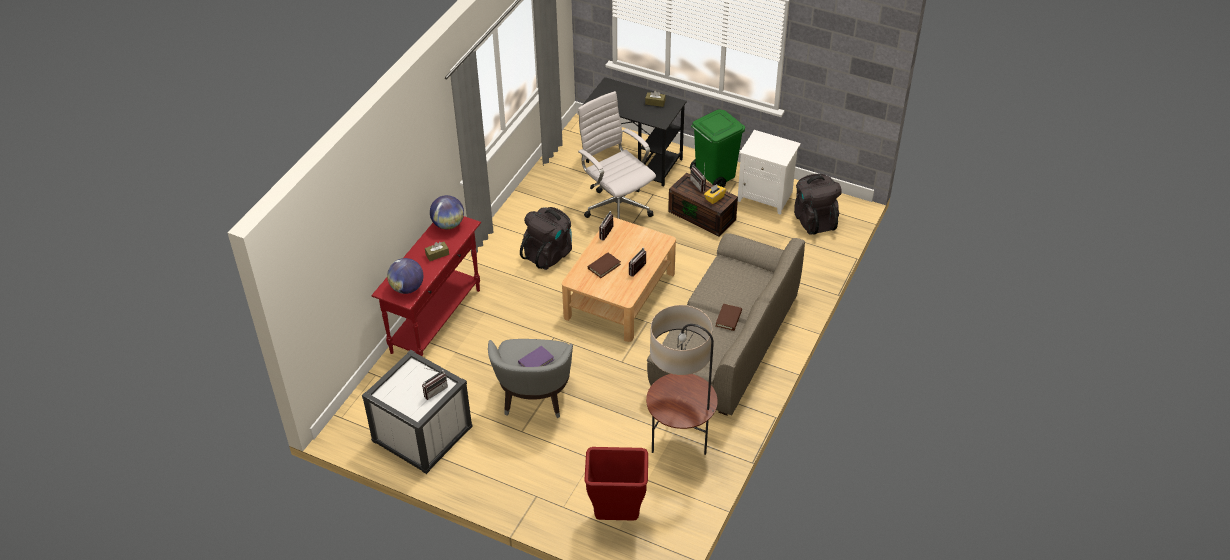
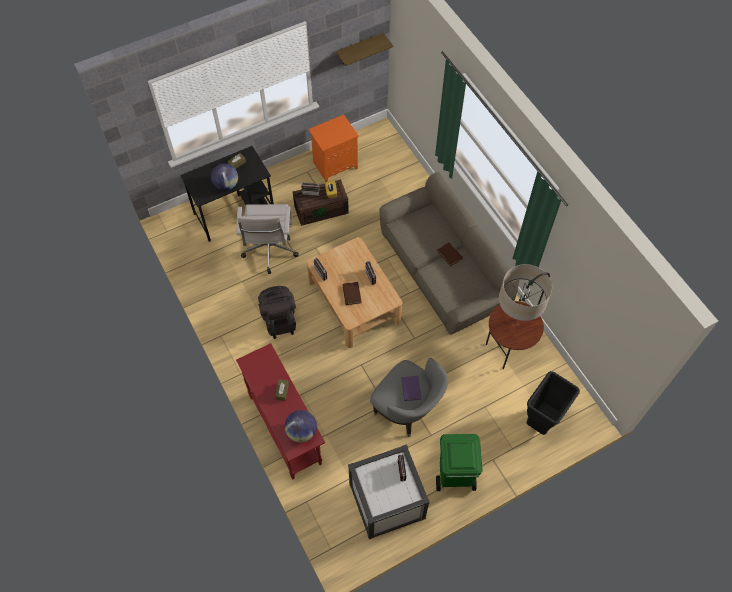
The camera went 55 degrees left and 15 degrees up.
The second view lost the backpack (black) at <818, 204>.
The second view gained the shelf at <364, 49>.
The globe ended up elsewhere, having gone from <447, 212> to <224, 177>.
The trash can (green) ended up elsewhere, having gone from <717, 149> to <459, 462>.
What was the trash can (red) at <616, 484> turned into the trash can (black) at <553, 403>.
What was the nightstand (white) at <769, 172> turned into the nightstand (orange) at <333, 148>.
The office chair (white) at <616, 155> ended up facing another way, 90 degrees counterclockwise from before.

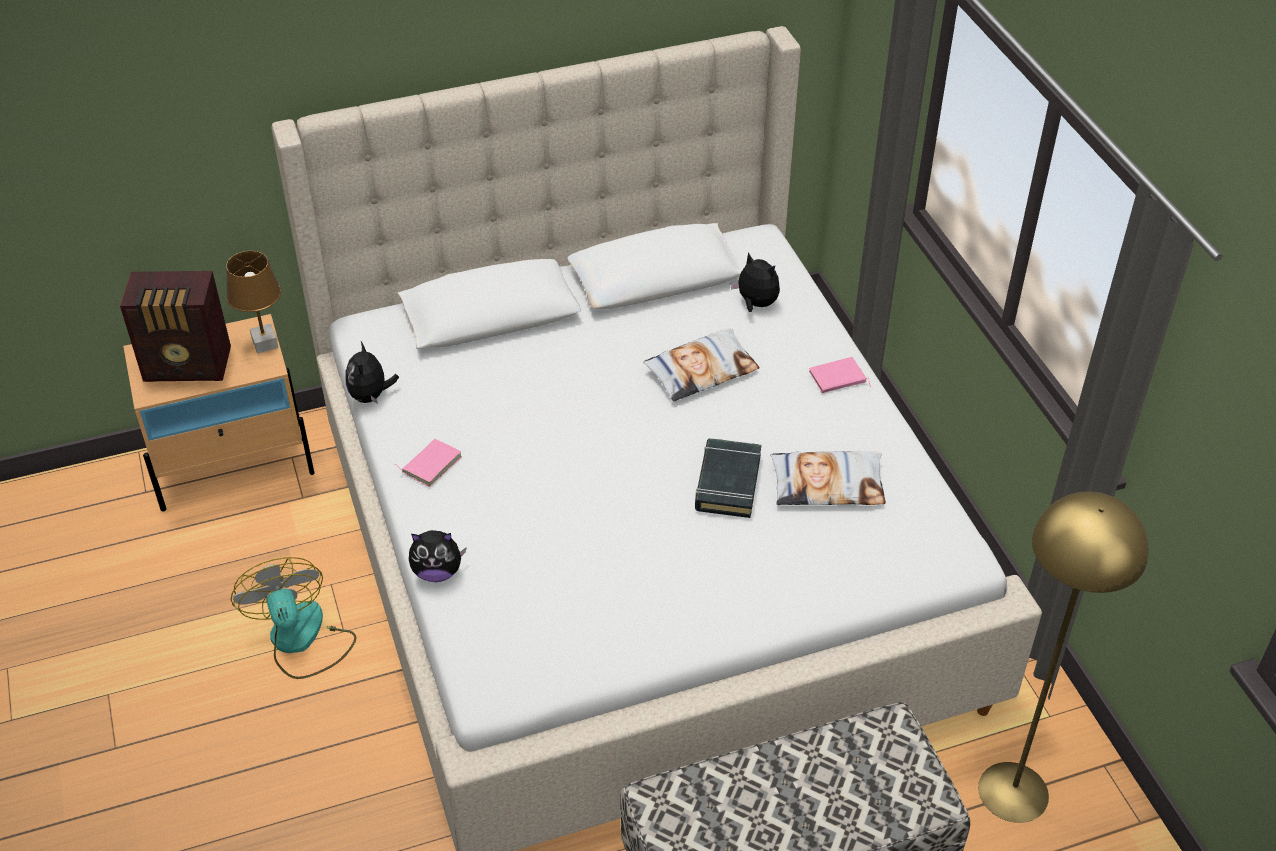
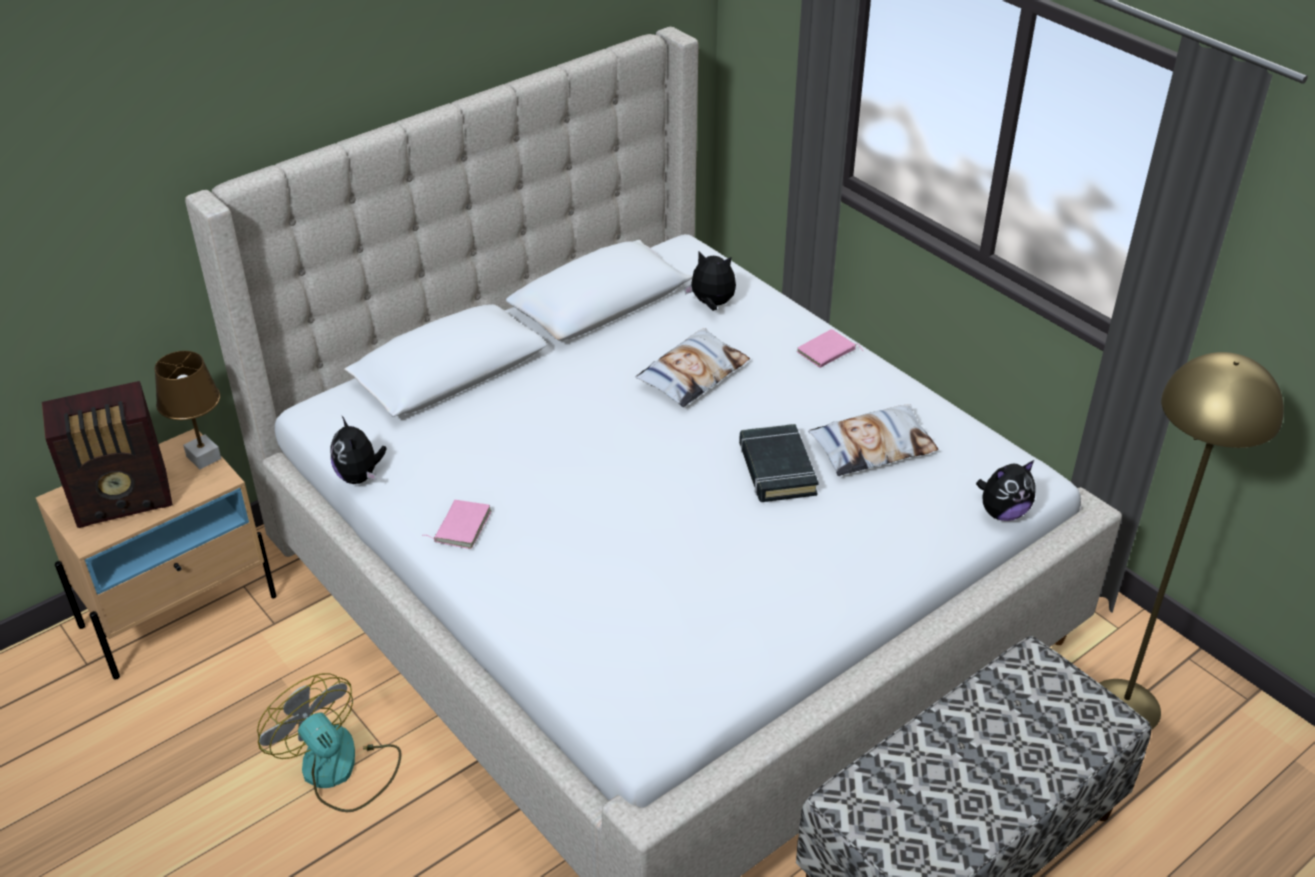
The camera went 20 degrees left and 5 degrees down.
The plush toy ended up elsewhere, having gone from <437, 556> to <1006, 490>.

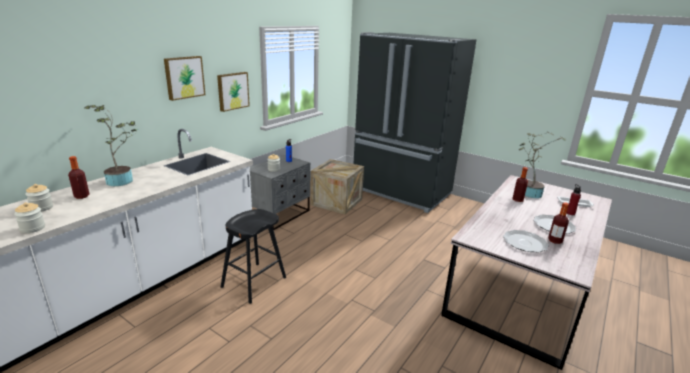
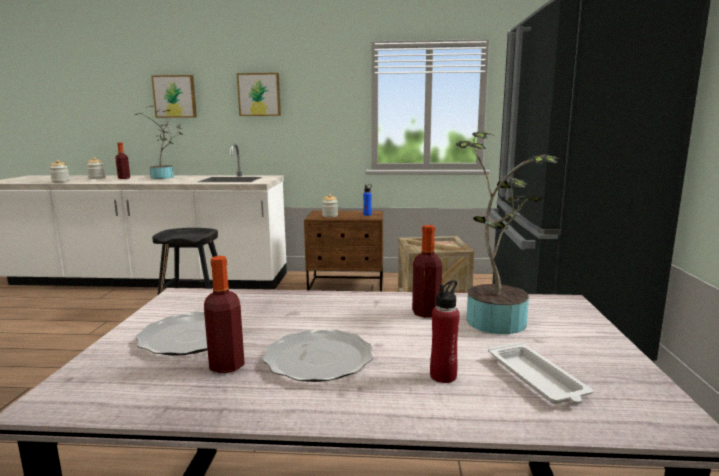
The camera went 60 degrees right and 10 degrees down.
The picture ended up elsewhere, having gone from <233, 92> to <174, 96>.
What was the nightstand (grey) at <280, 192> turned into the nightstand (brown) at <343, 251>.

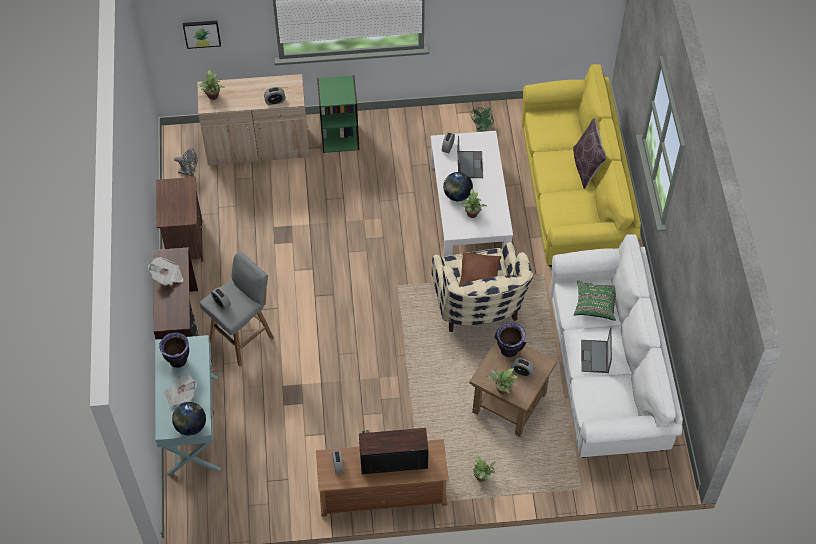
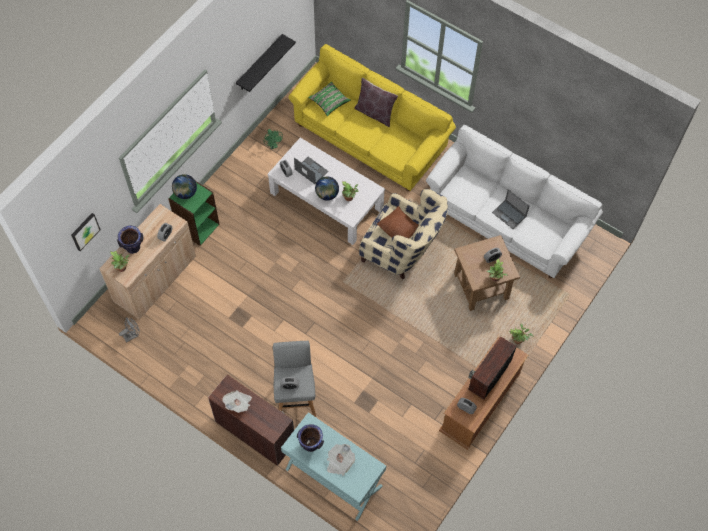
The camera went 50 degrees left and 5 degrees up.
The second view lost the nightstand (brown) at <179, 219>.
The second view gained the shelf (black) at <266, 63>.
The globe ended up elsewhere, having gone from <189, 419> to <184, 186>.
The vase ended up elsewhere, having gone from <510, 339> to <130, 240>.
The pillow (green) ended up elsewhere, having gone from <595, 301> to <330, 99>.

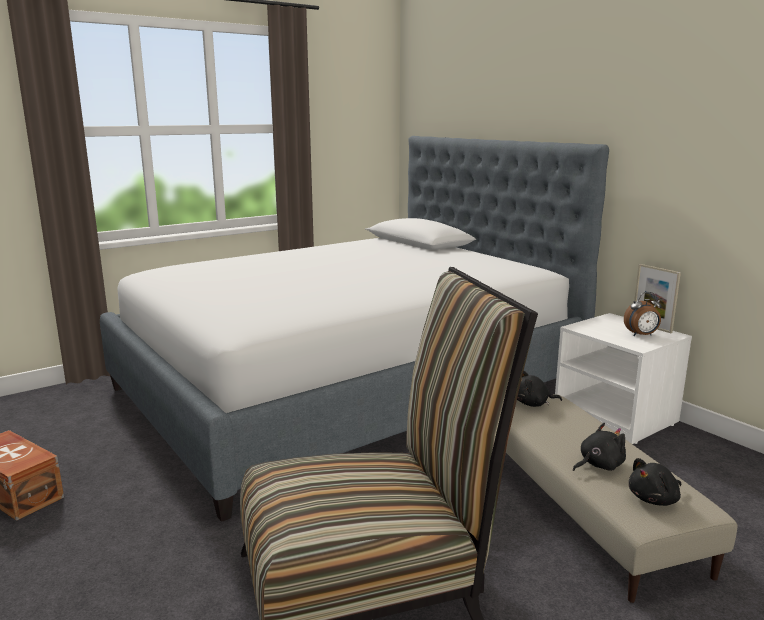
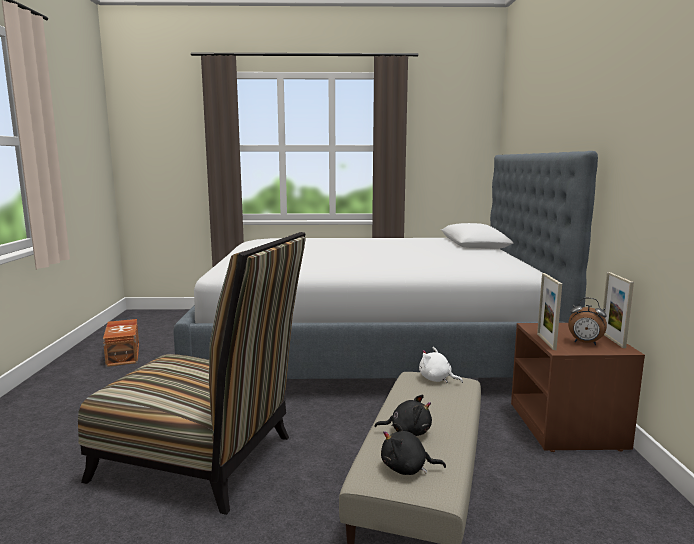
The camera went 35 degrees right and 5 degrees down.
The second view gained the picture frame at <549, 311>.
What was the plush toy (black) at <539, 389> turned into the plush toy (white) at <441, 365>.
What was the nightstand (white) at <623, 378> turned into the nightstand (brown) at <578, 387>.

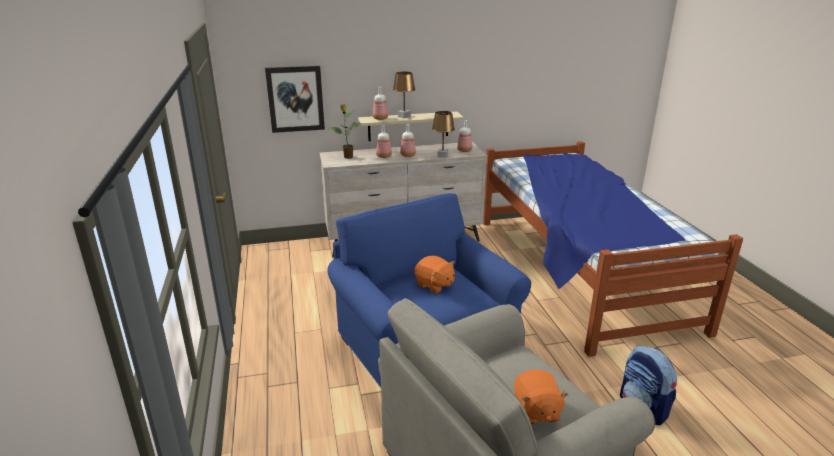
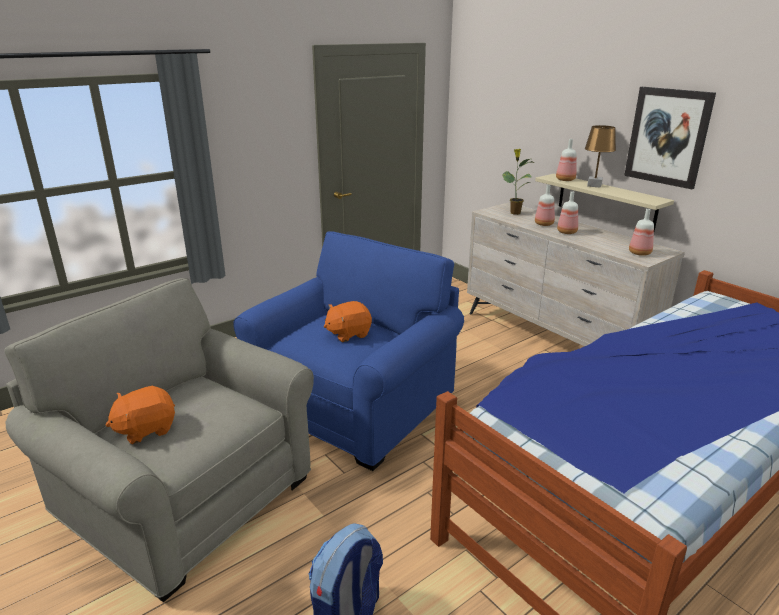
The camera went 65 degrees right and 0 degrees up.
The second view lost the table lamp (brown) at <443, 134>.
The picture ended up elsewhere, having gone from <295, 99> to <670, 138>.
The plush toy (orange) at <434, 275> ended up facing another way, 45 degrees clockwise from before.

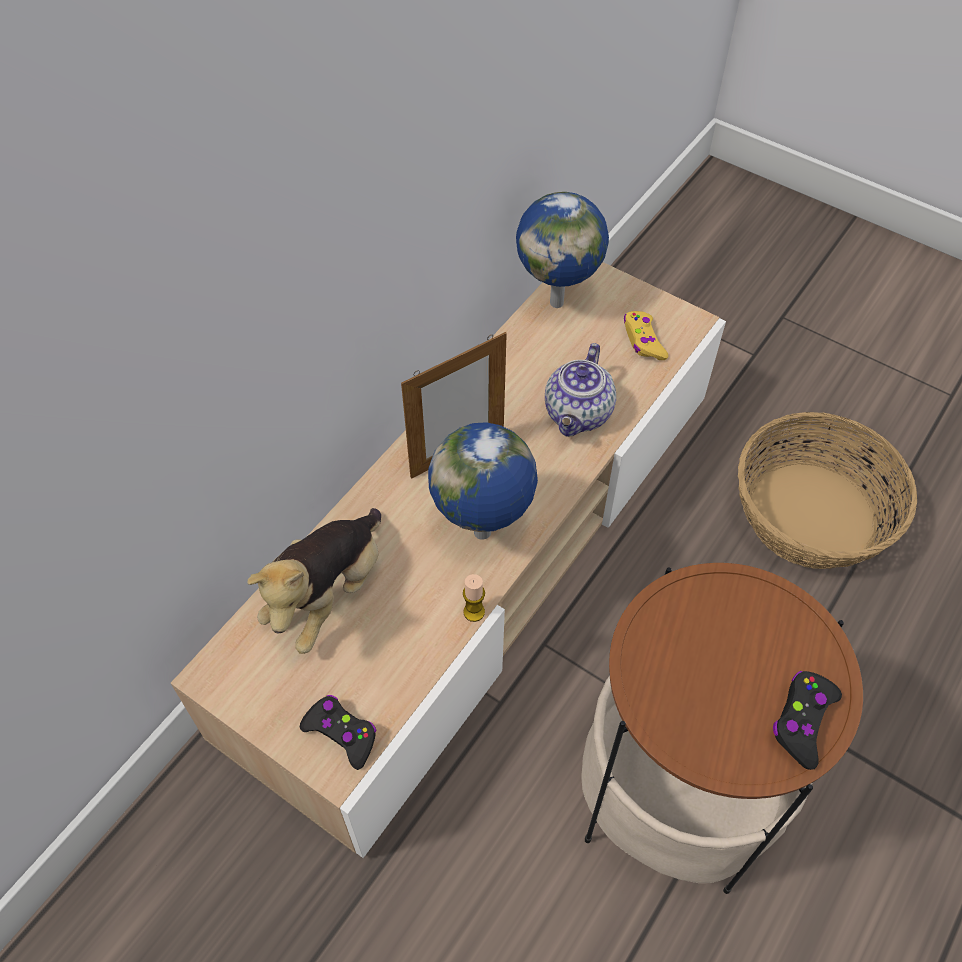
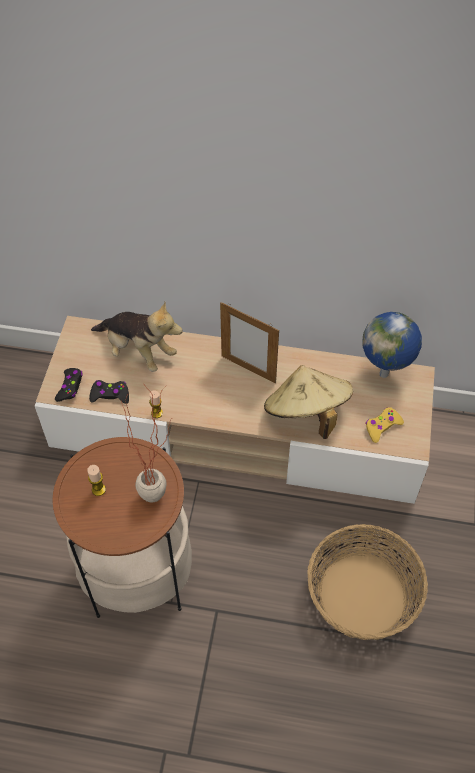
The camera went 65 degrees right and 0 degrees up.
The second view lost the globe at <483, 481>.
The second view gained the candle at <96, 480>.
The second view gained the potted plant at <146, 444>.
The game controller (black) ended up elsewhere, having gone from <807, 720> to <109, 392>.
Where the teapot stood at <580, 390>, the hat (beige) came to stand at <308, 402>.
The plush toy at <314, 581> ended up facing another way, 150 degrees counterclockwise from before.

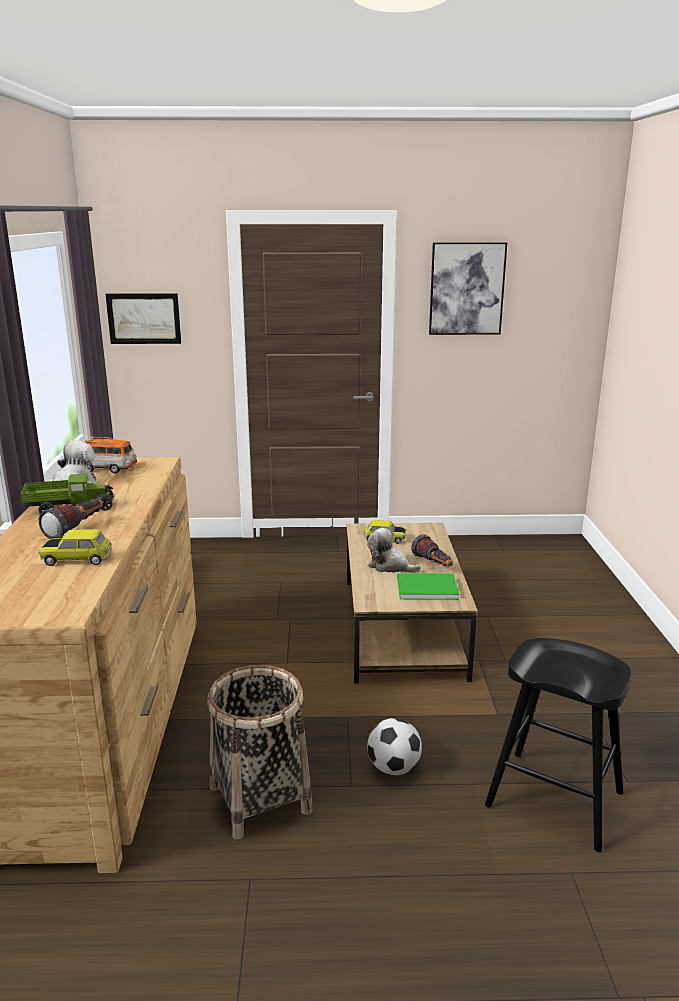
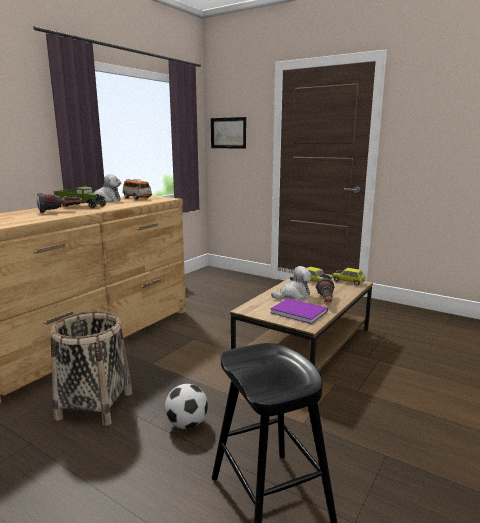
The camera went 35 degrees right and 5 degrees down.
The second view lost the picture at <468, 288>.
The toy car ended up elsewhere, having gone from <75, 547> to <348, 277>.
What was the book (green) at <428, 586> turned into the book (purple) at <299, 311>.
The plush toy at <394, 550> ended up facing another way, 90 degrees clockwise from before.

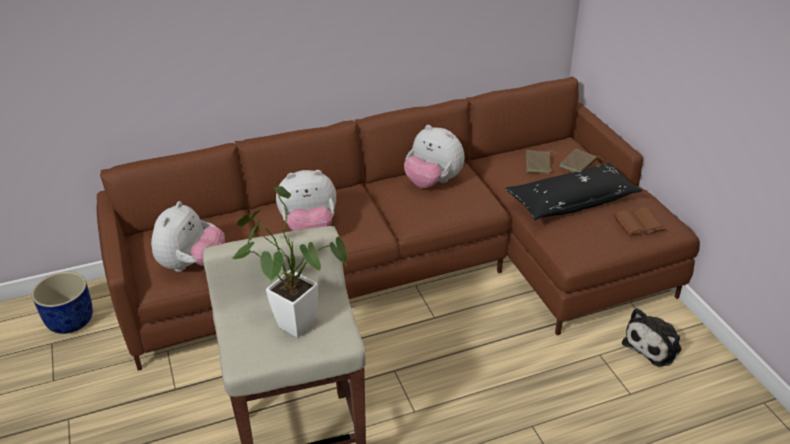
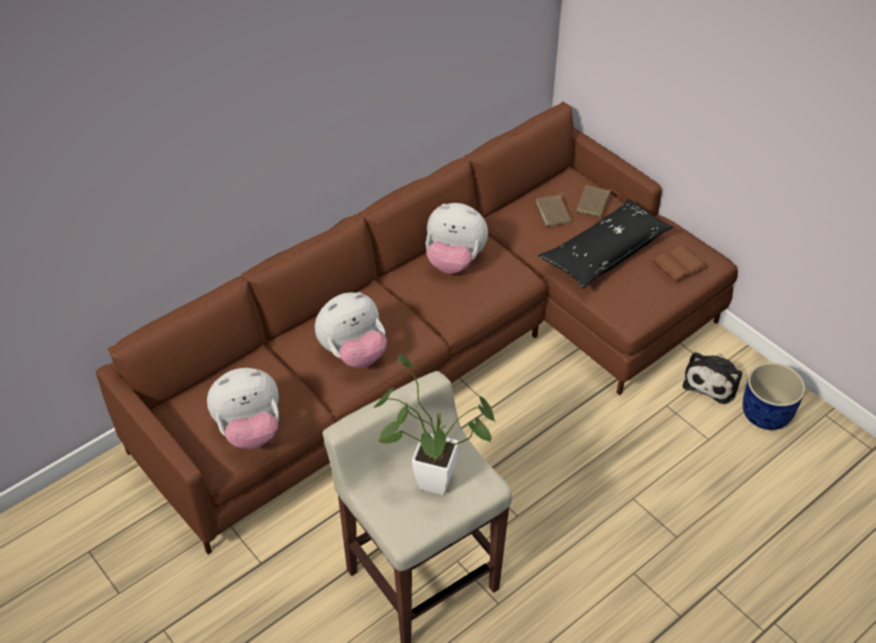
The camera went 20 degrees left and 10 degrees up.
The planter (blue) ended up elsewhere, having gone from <62, 303> to <774, 396>.
The plush toy at <188, 236> ended up facing another way, 75 degrees clockwise from before.

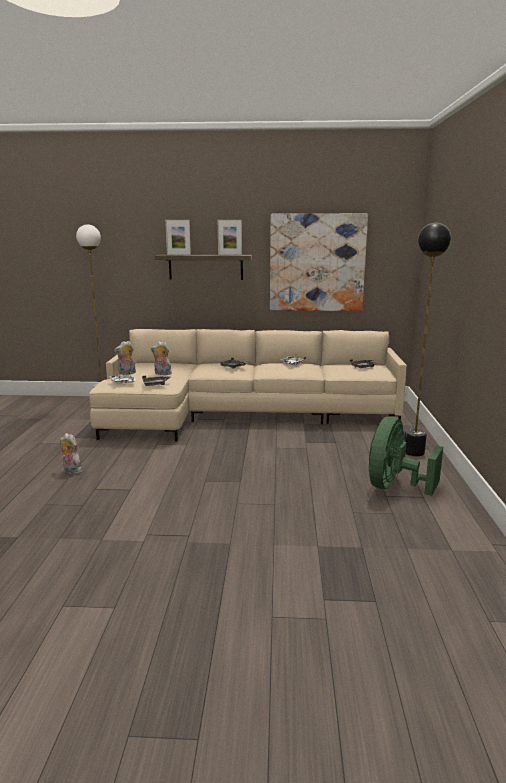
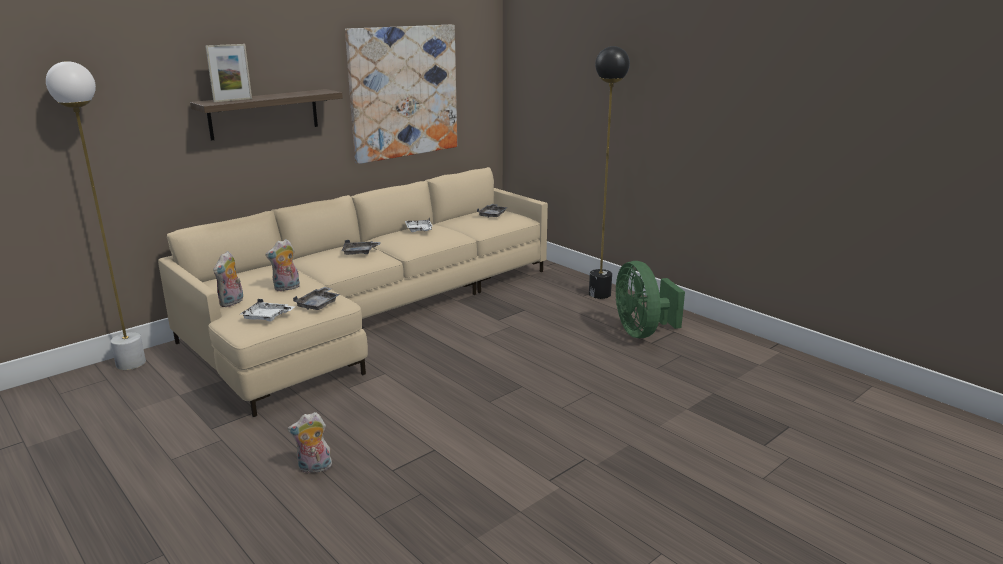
The camera went 45 degrees left and 5 degrees up.
The second view lost the picture frame at <230, 237>.

